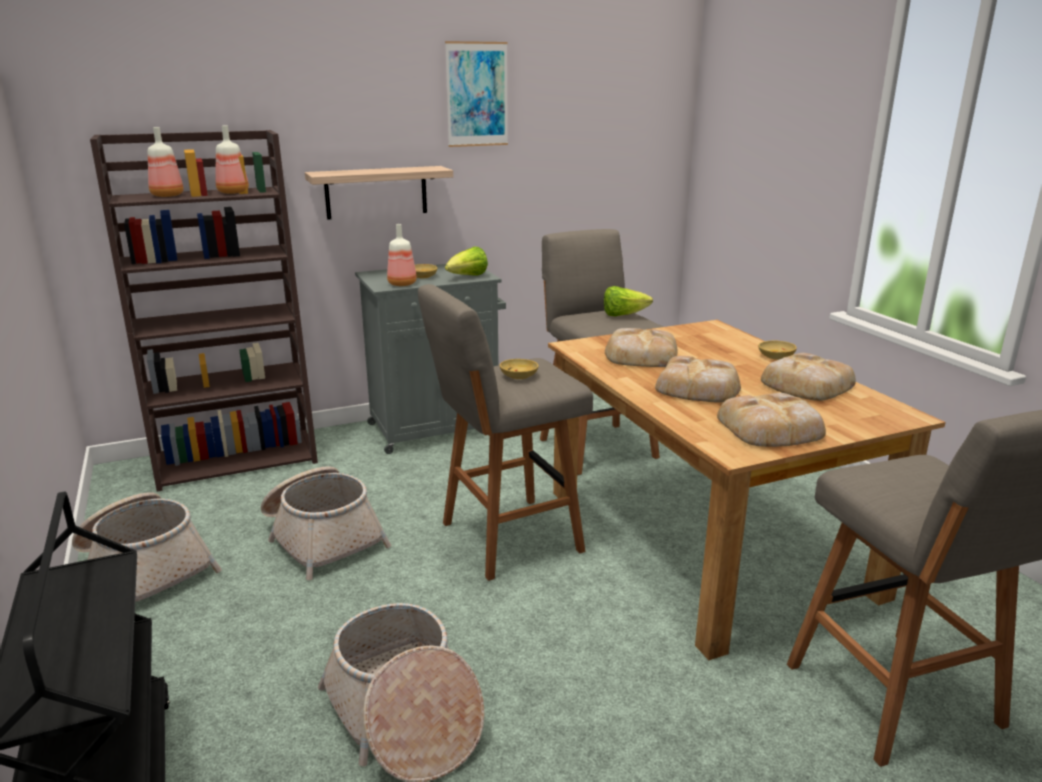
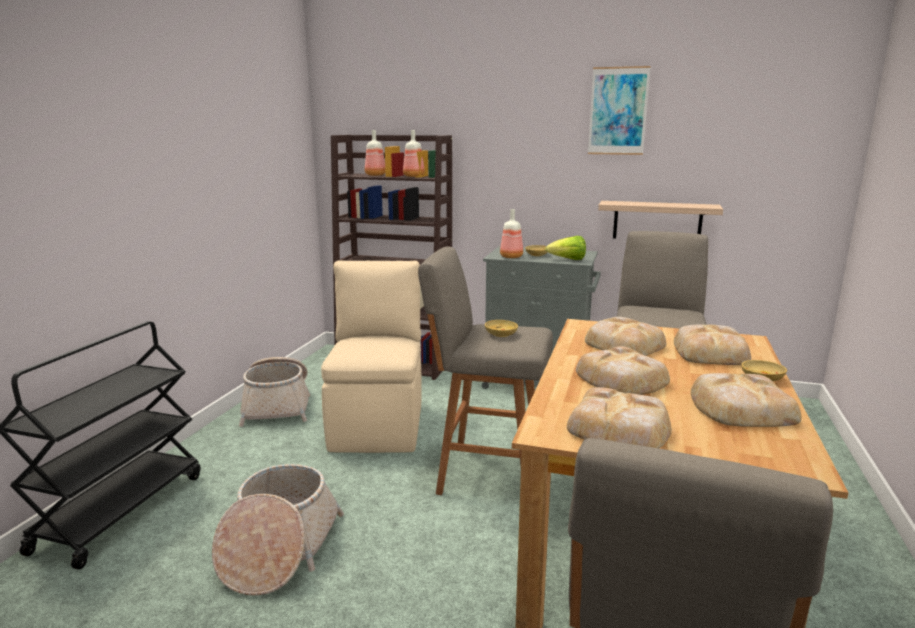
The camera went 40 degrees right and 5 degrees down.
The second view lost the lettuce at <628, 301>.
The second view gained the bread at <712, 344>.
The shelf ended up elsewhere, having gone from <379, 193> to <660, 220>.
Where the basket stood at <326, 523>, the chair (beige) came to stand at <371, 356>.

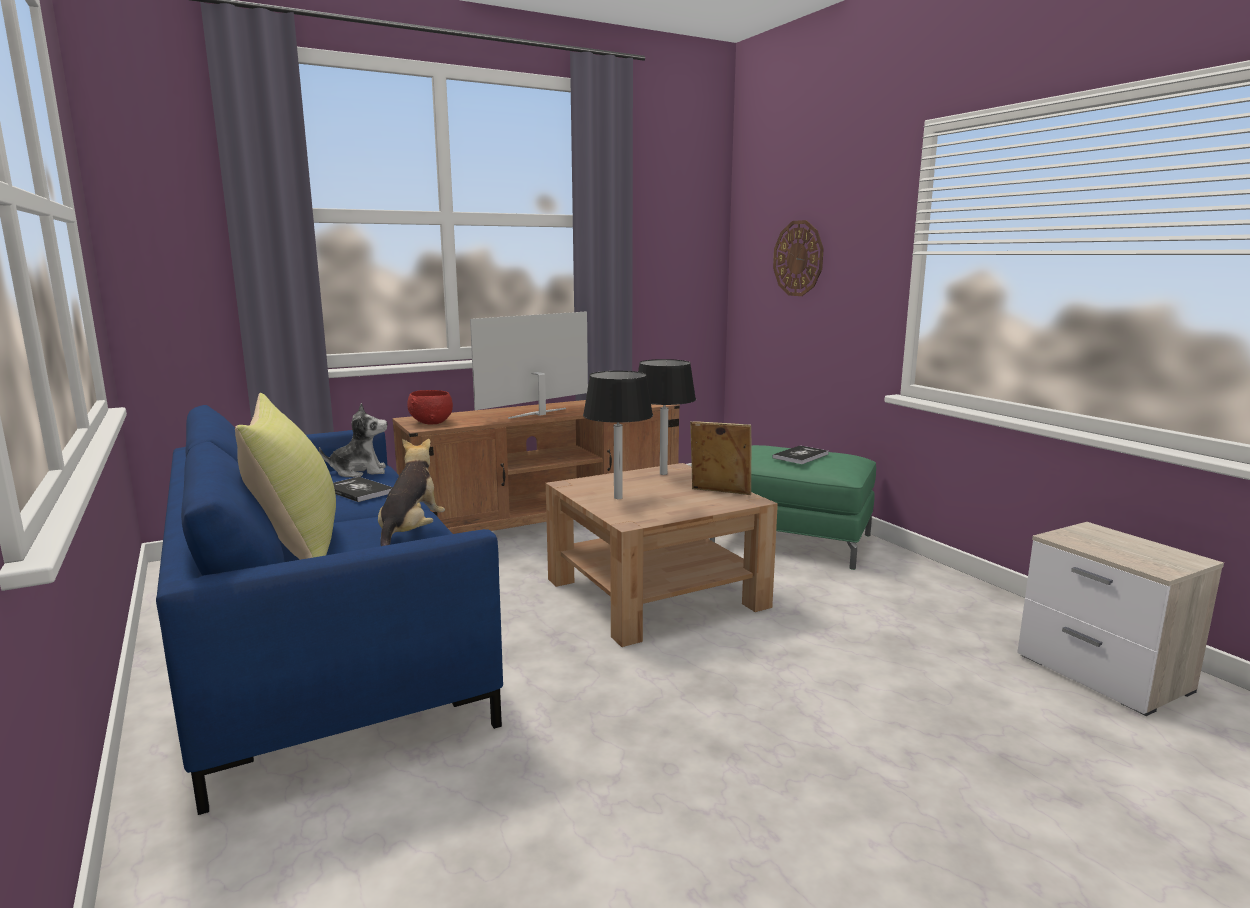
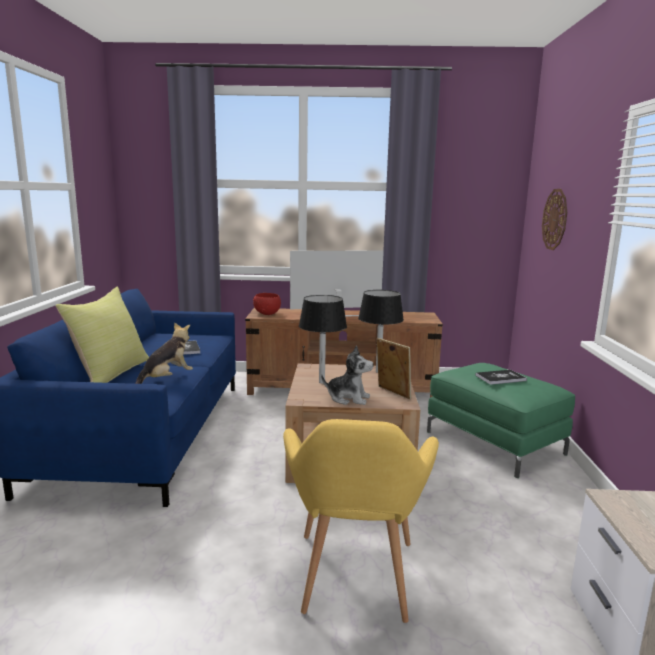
The camera went 30 degrees right and 0 degrees up.
The second view gained the armchair (yellow) at <361, 521>.
The plush toy ended up elsewhere, having gone from <353, 440> to <347, 375>.

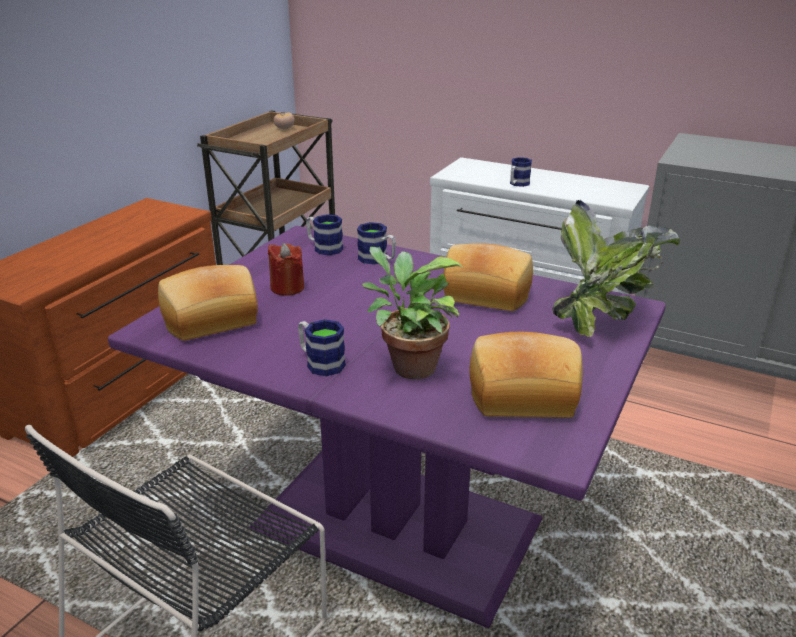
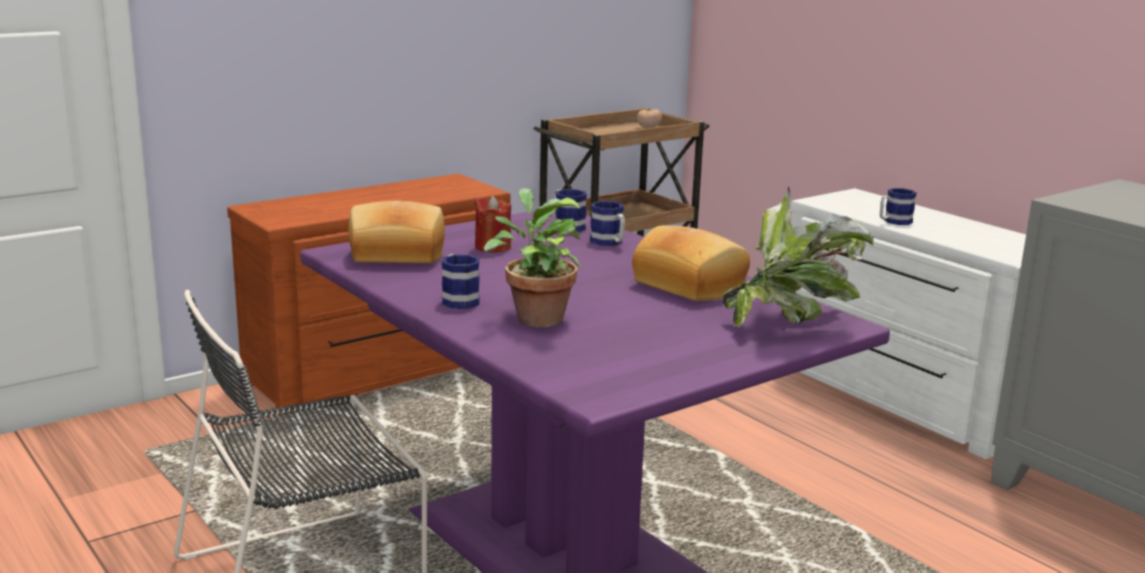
The camera went 25 degrees right and 10 degrees down.
The second view lost the bread at <526, 374>.

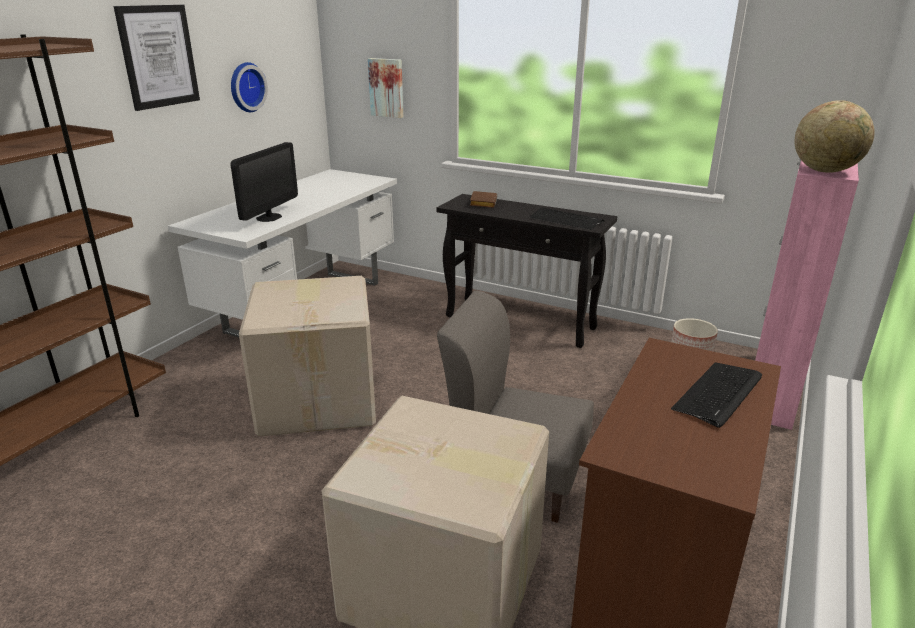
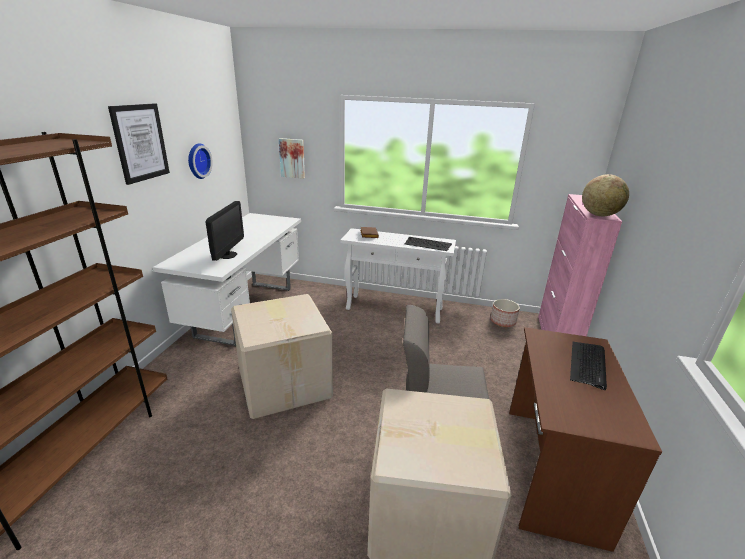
The camera went 15 degrees left and 0 degrees up.
What was the console table (black) at <527, 271> turned into the console table (white) at <398, 276>.

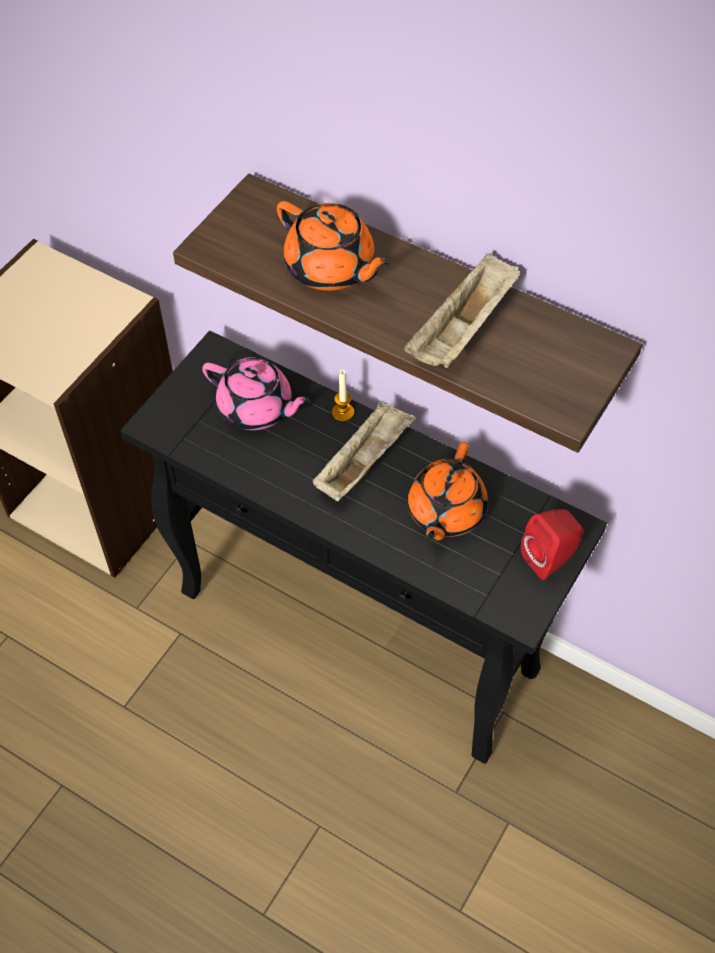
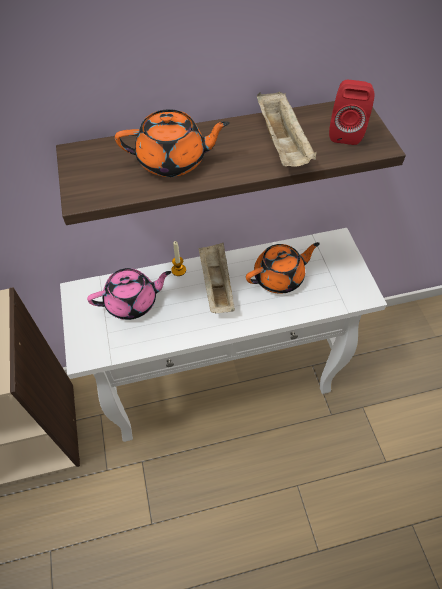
The camera went 45 degrees left and 0 degrees up.
The speaker (red) ended up elsewhere, having gone from <552, 544> to <351, 112>.
What was the console table (black) at <363, 547> turned into the console table (white) at <223, 335>.
The teapot (orange) at <447, 491> ended up facing another way, 90 degrees counterclockwise from before.

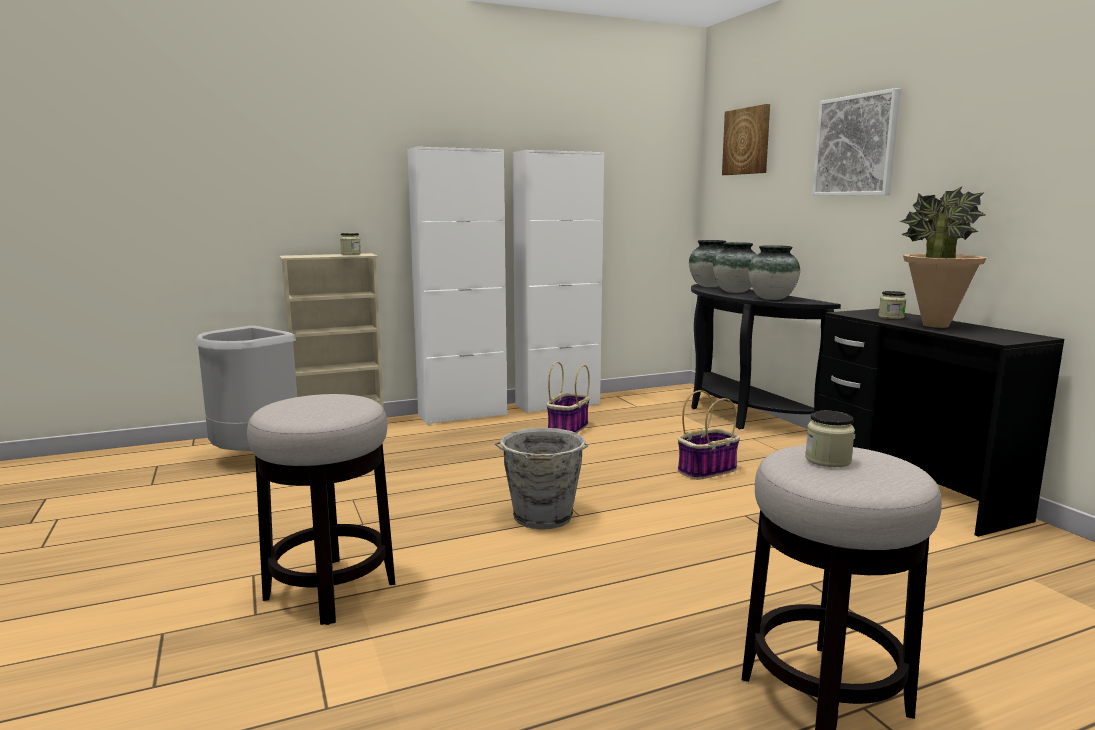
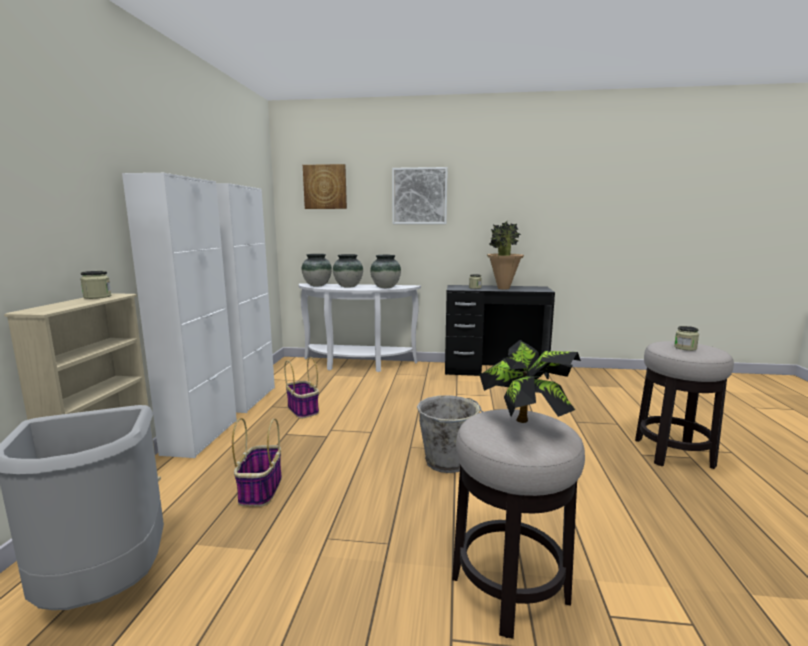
The camera went 60 degrees left and 0 degrees up.
The second view gained the potted plant at <530, 381>.
The basket ended up elsewhere, having gone from <709, 435> to <257, 462>.
What was the console table (black) at <766, 356> turned into the console table (white) at <359, 327>.

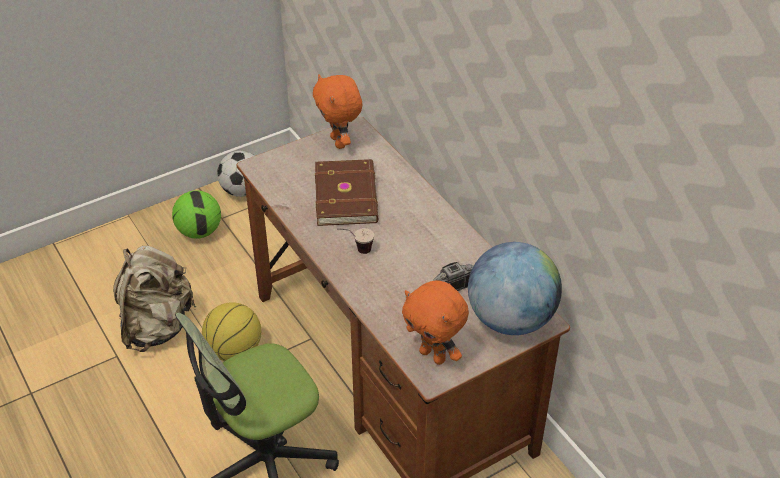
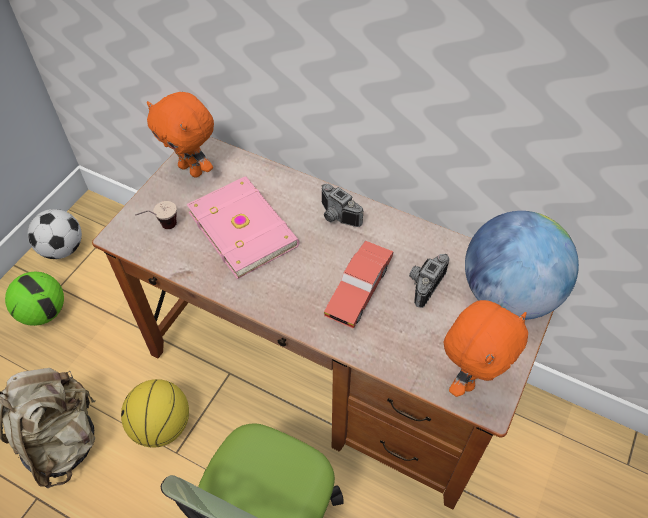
The camera went 30 degrees left and 10 degrees up.
The second view gained the photo camera at <343, 205>.
The second view gained the toy car (red) at <359, 284>.
The cup ended up elsewhere, having gone from <355, 241> to <156, 215>.
What was the book (brown) at <346, 192> turned into the book (pink) at <243, 227>.
The plush toy (orange) at <435, 322> ended up facing another way, 60 degrees counterclockwise from before.

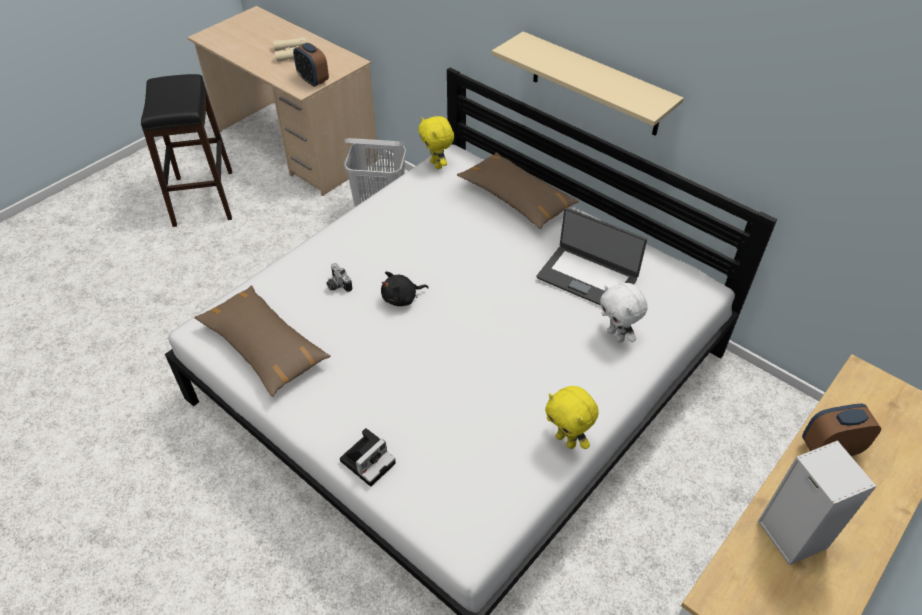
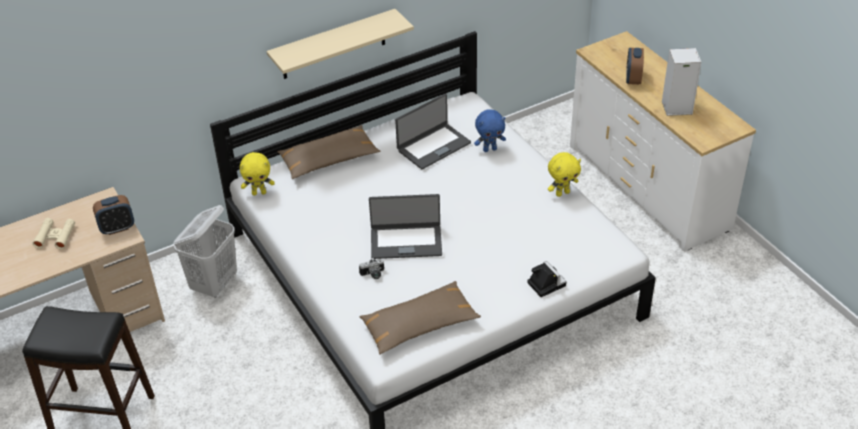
The camera went 70 degrees left and 5 degrees down.
Where the plush toy (black) stood at <405, 289>, the laptop came to stand at <405, 226>.
What was the plush toy (white) at <624, 313> turned into the plush toy (blue) at <490, 131>.

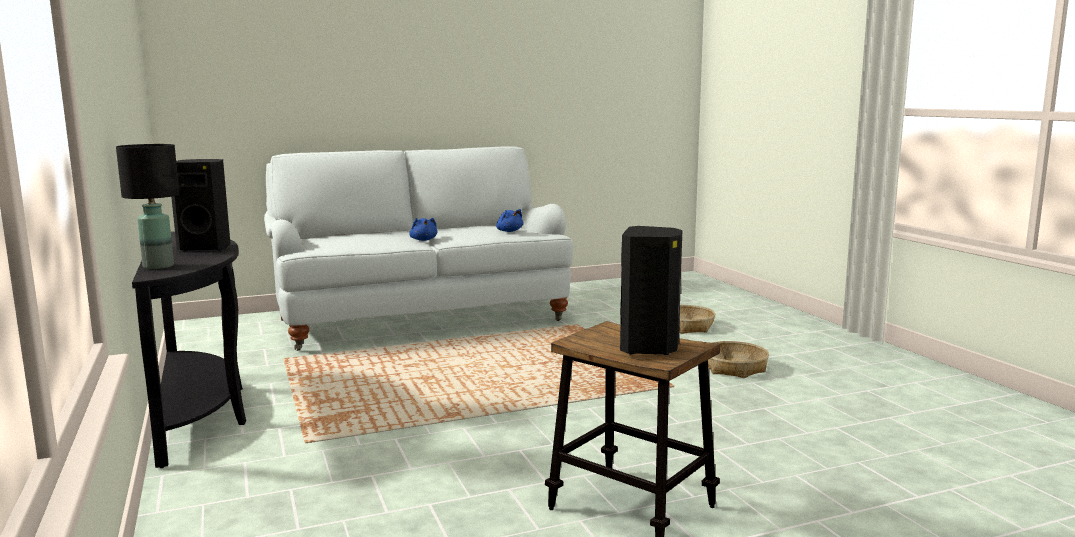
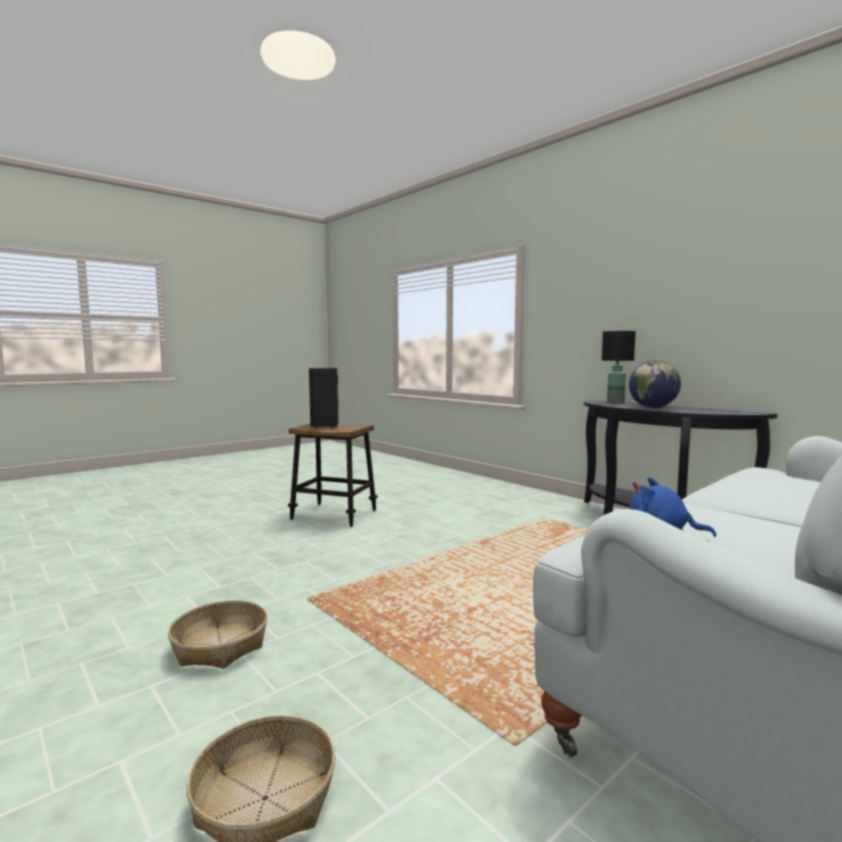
The camera went 160 degrees right and 5 degrees down.
The second view lost the plush toy (blue) at <423, 229>.
Where the speaker (black) stood at <200, 205>, the globe came to stand at <655, 384>.

